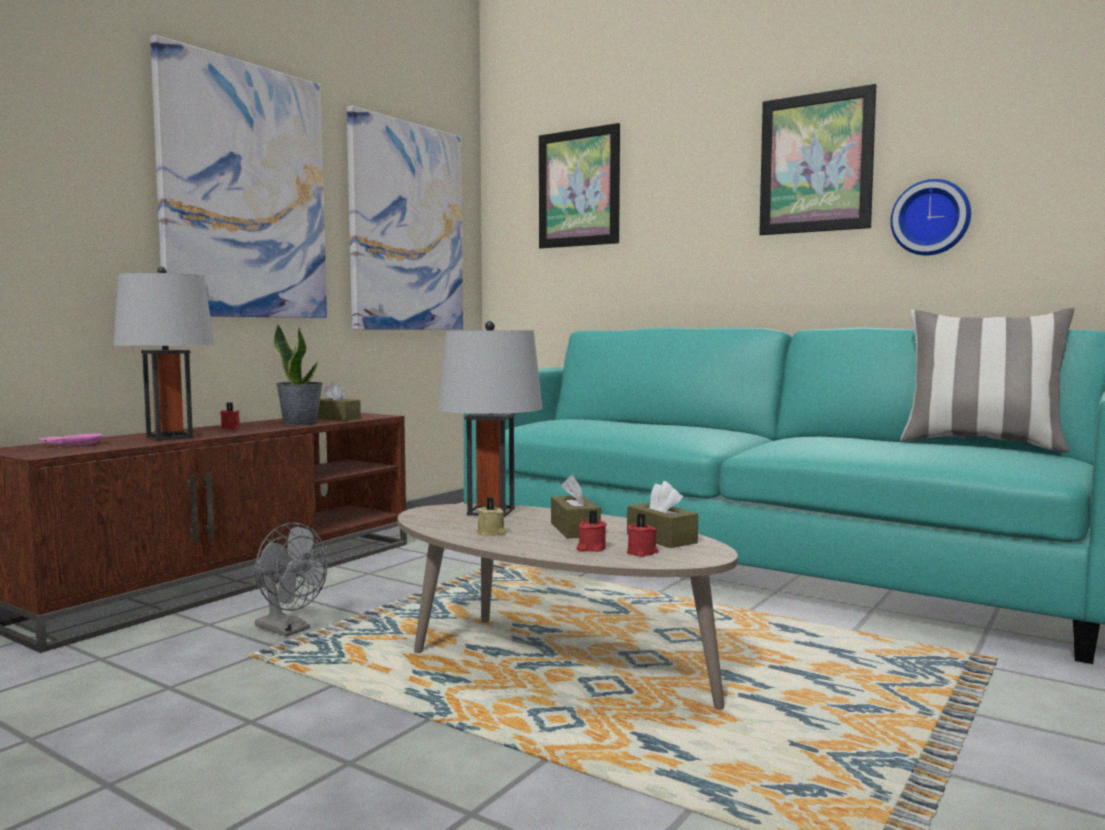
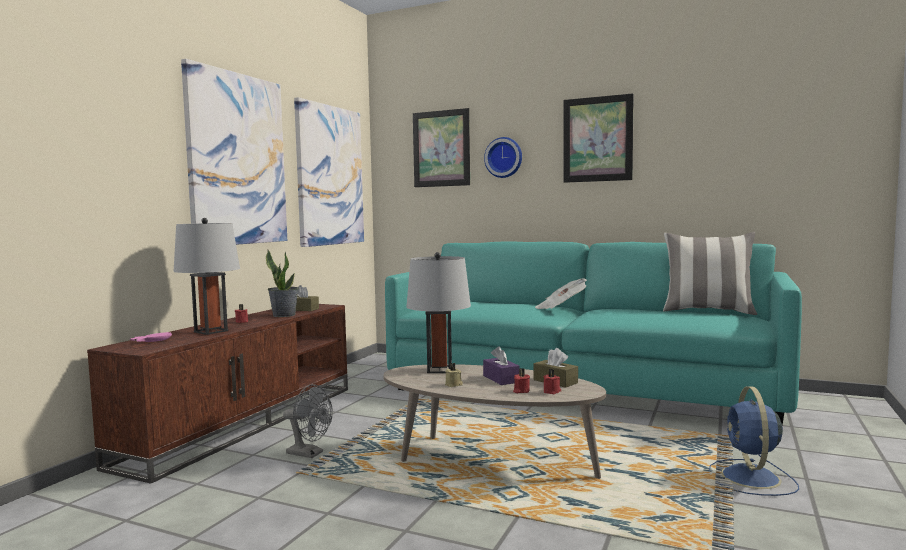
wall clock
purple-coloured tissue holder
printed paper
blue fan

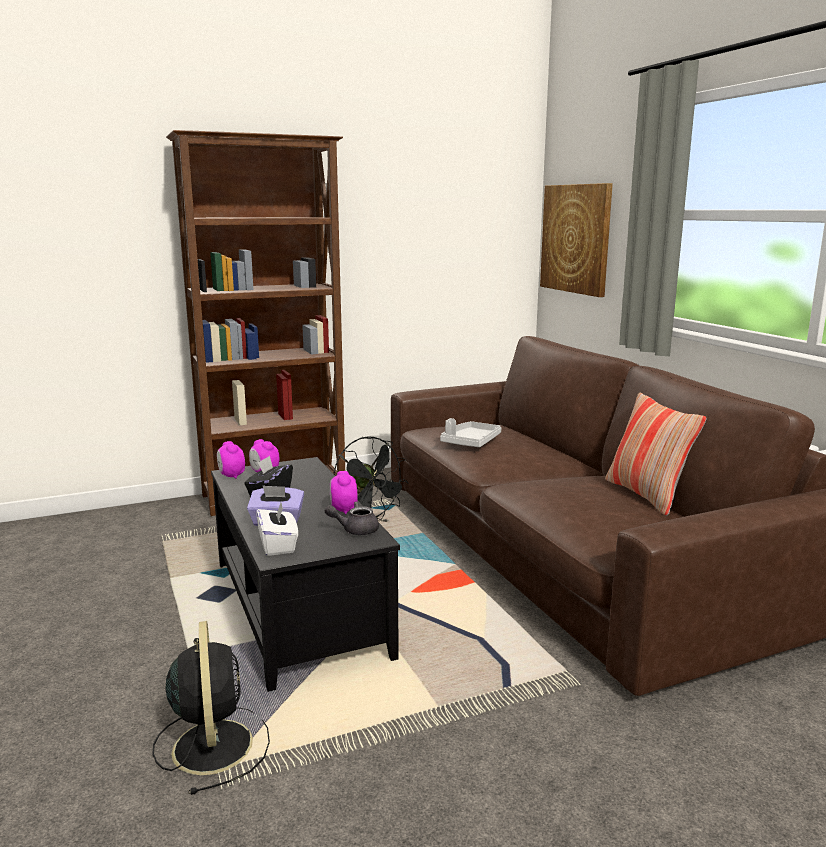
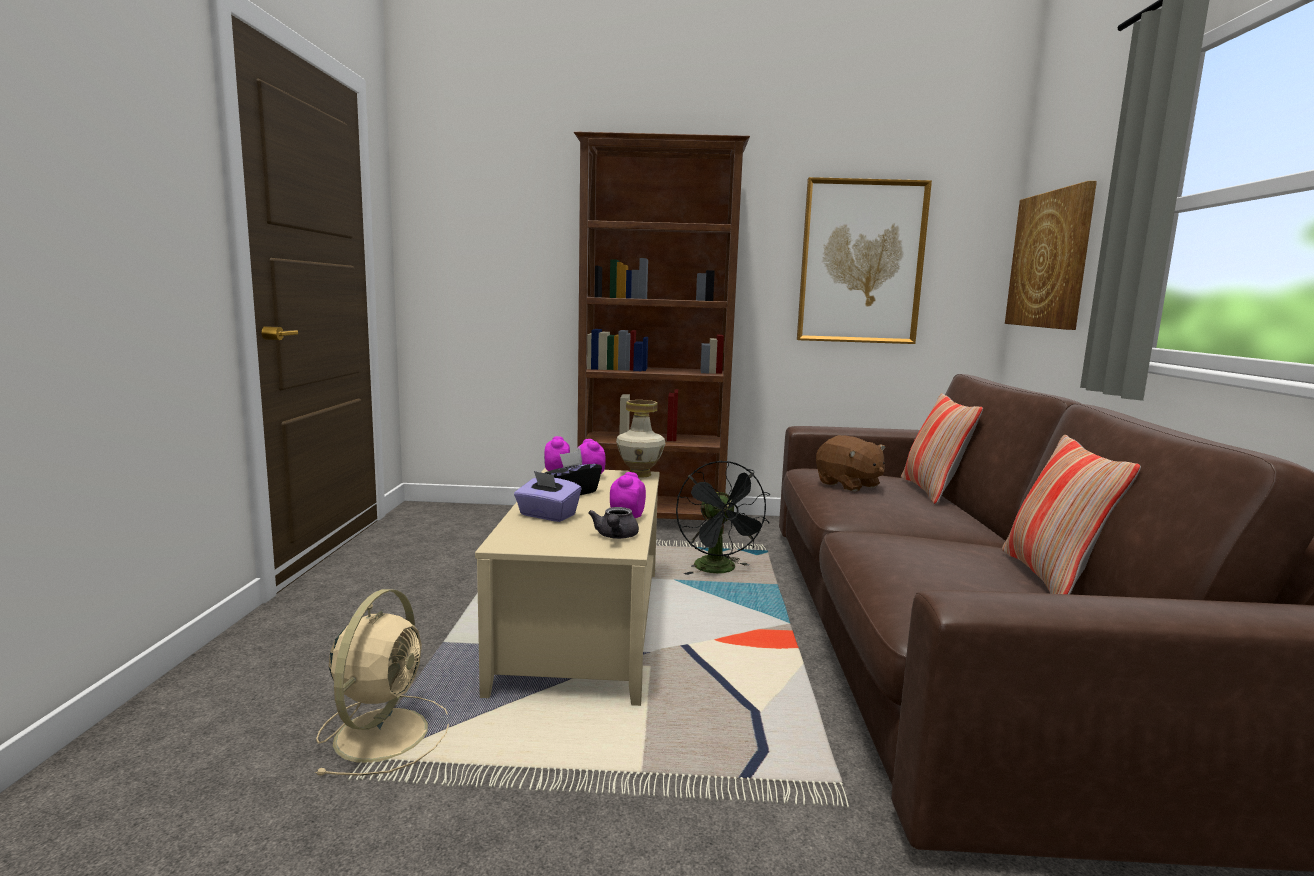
brown-coloured cuddly toy
beige low table
greyish teapot
whitish tissue holder
beige fan
picture (no. 1 from left)
pillow (no. 1 from left)
flower vase

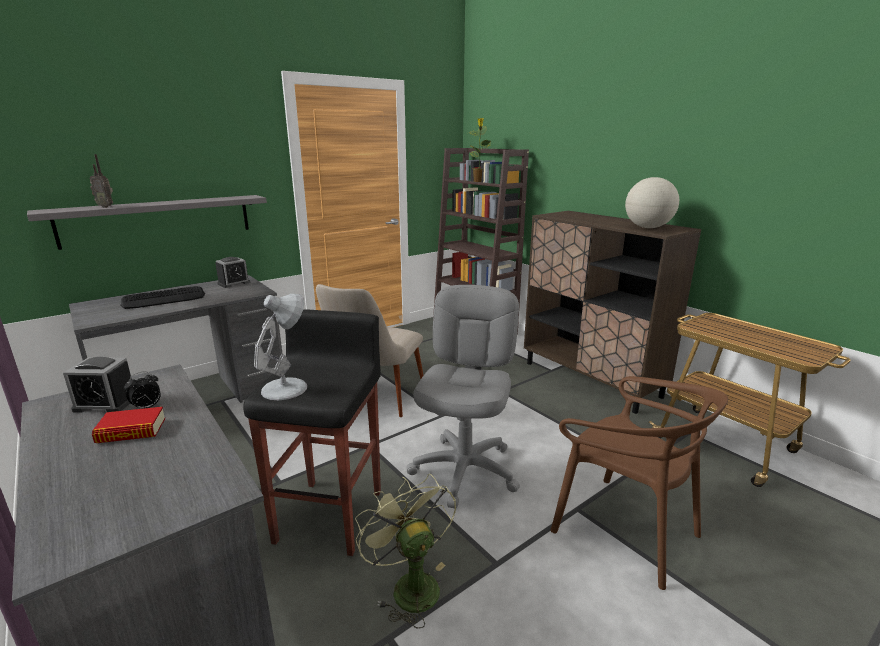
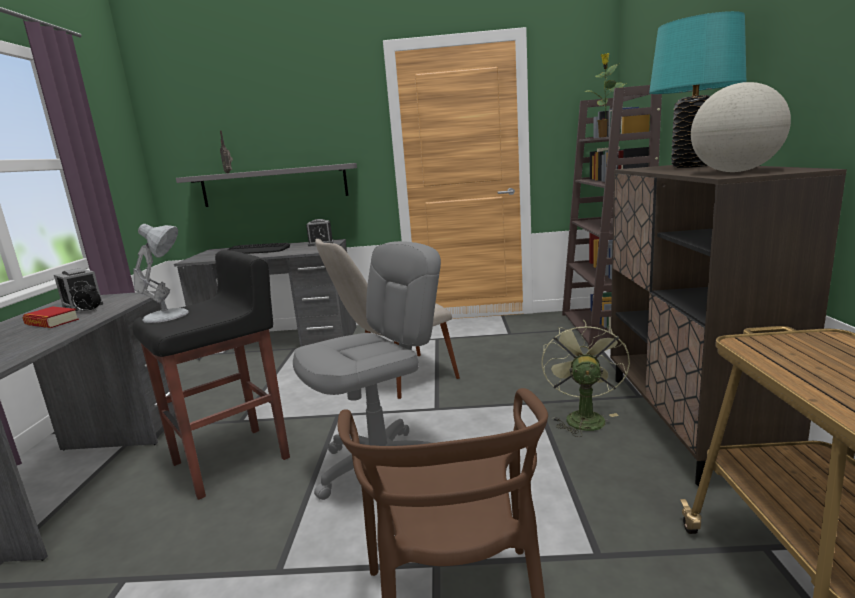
green fan
turquoise table lamp

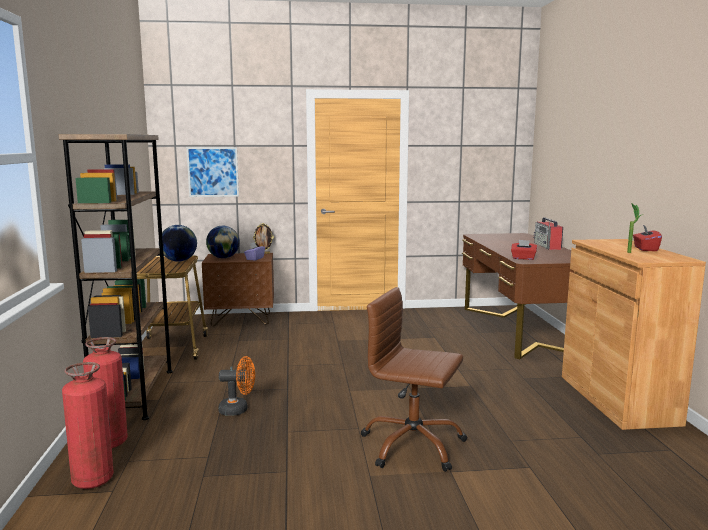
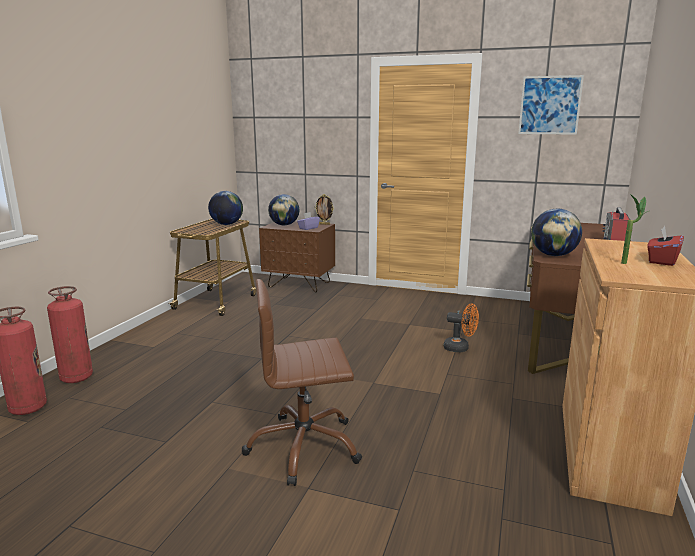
brown-coloured shelving unit
picture
desk globe (no. 3 from left)
brown-coloured desk chair
orange-coloured fan

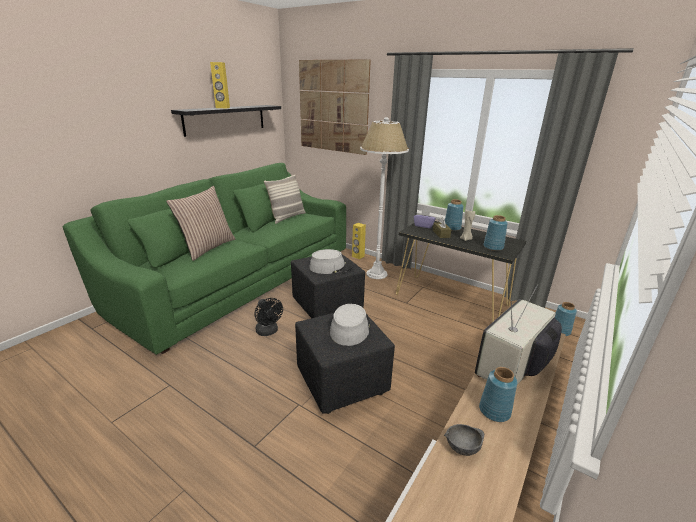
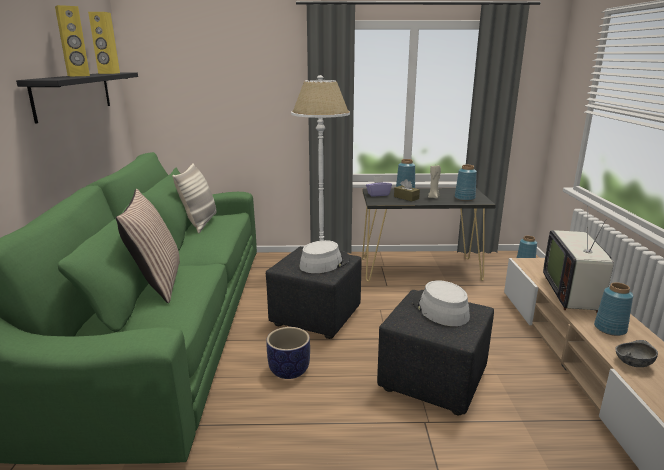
picture
yellowish speaker (no. 2 from left)
planter

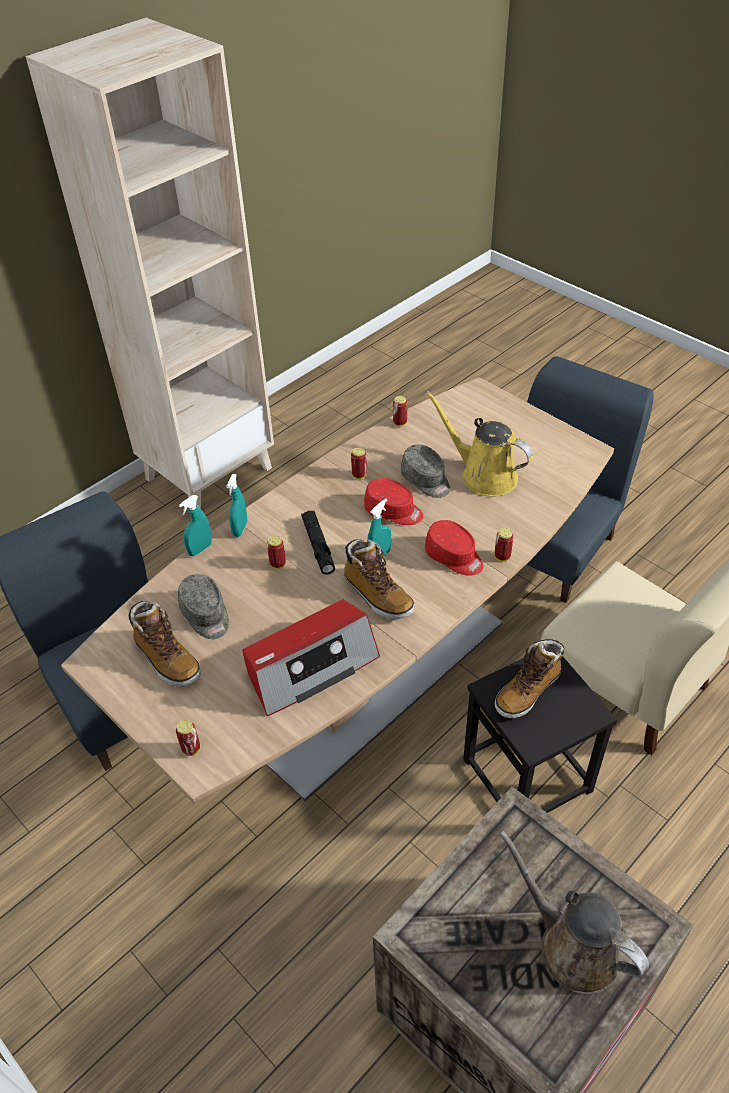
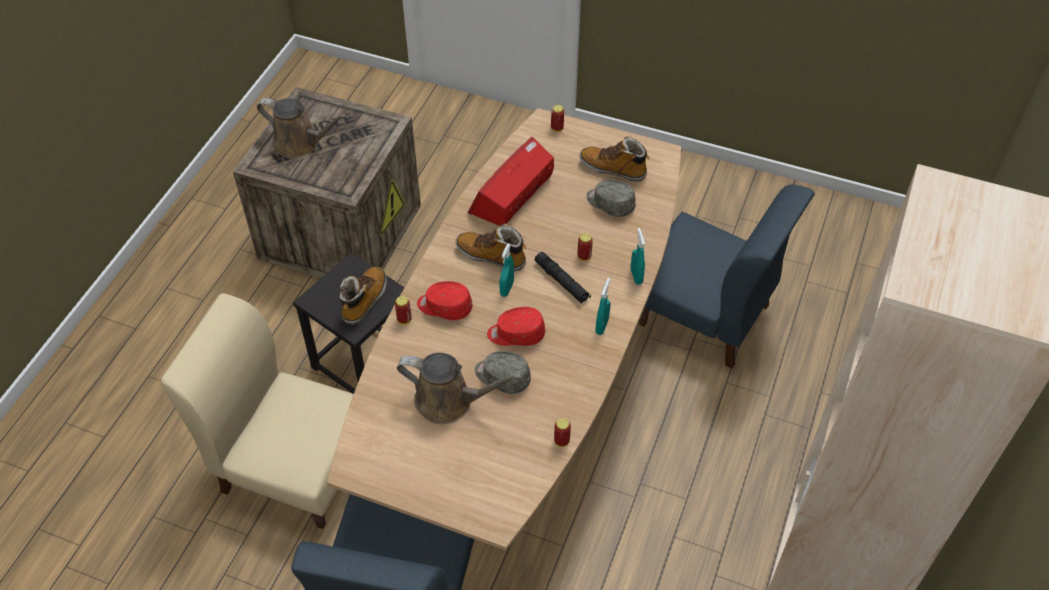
brown-coloured watering can (no. 2 from left)
can (no. 3 from left in the first image)
turquoise hand sprayer (no. 2 from left)

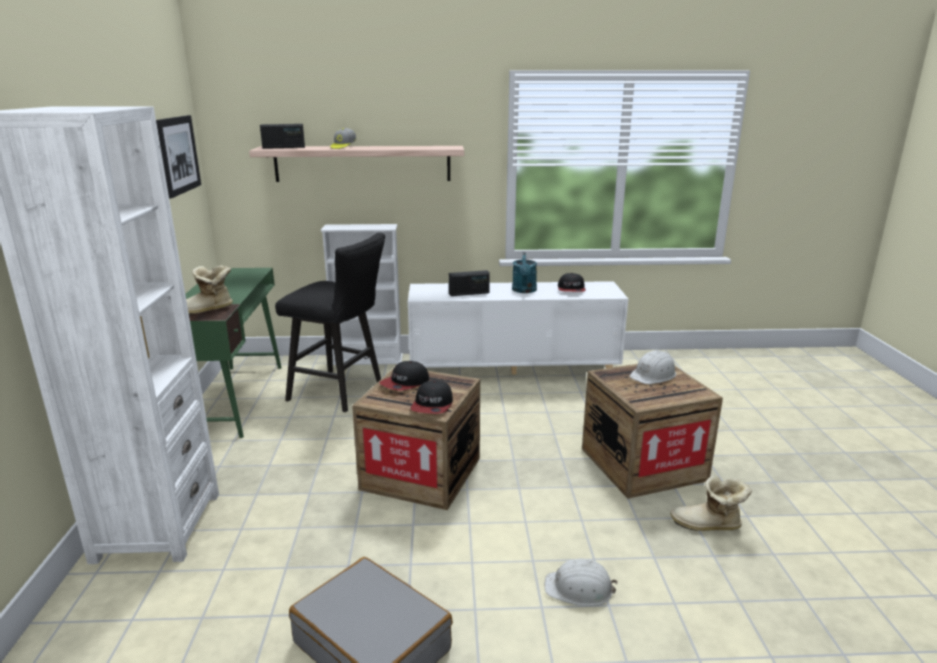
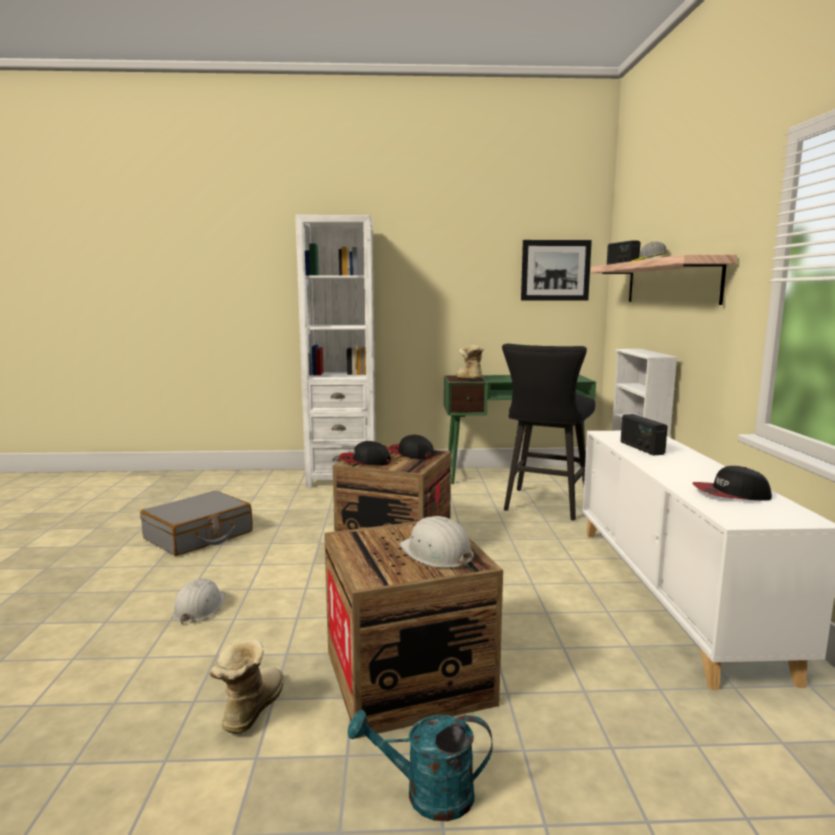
turquoise watering can

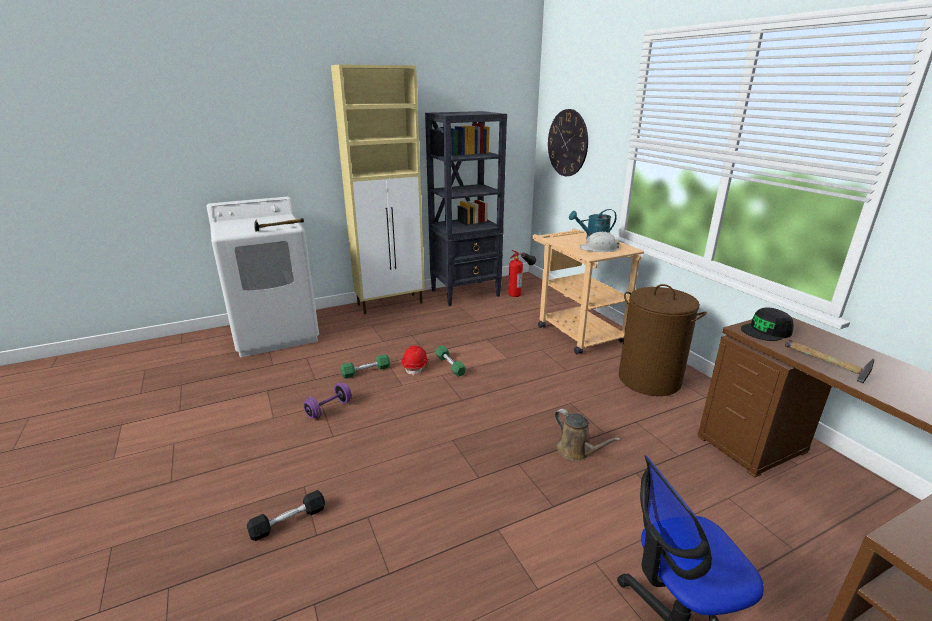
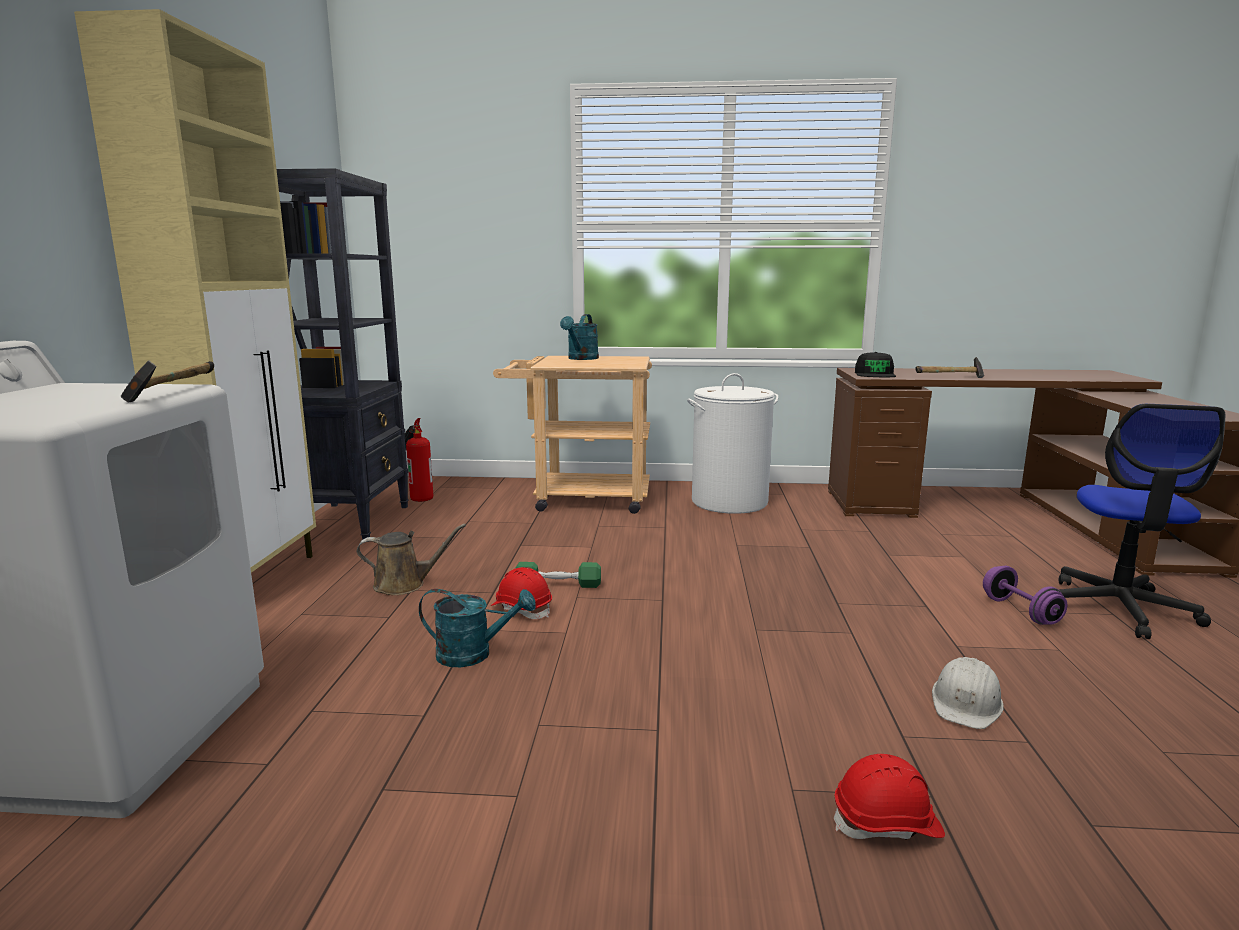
wall clock
whitish hard hat
whitish hamper
turquoise watering can (no. 1 from left)
purple-coloured free weight
brown-coloured watering can
red hard hat (no. 2 from left)

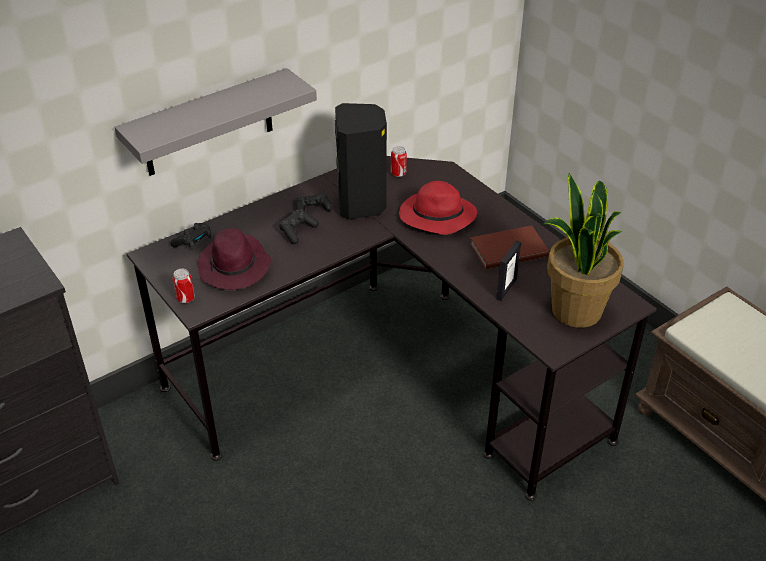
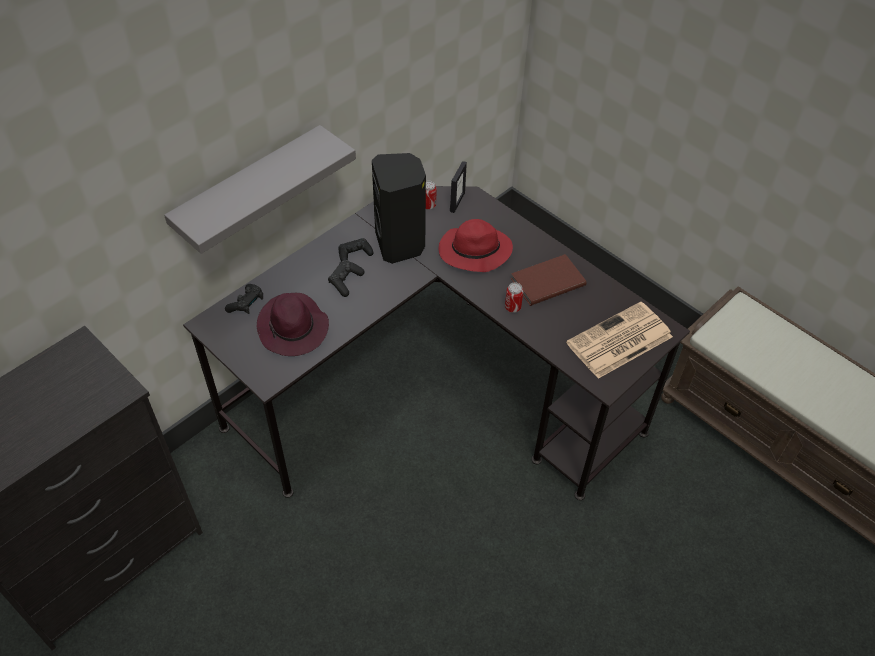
printed paper
picture frame
can (no. 2 from left)

